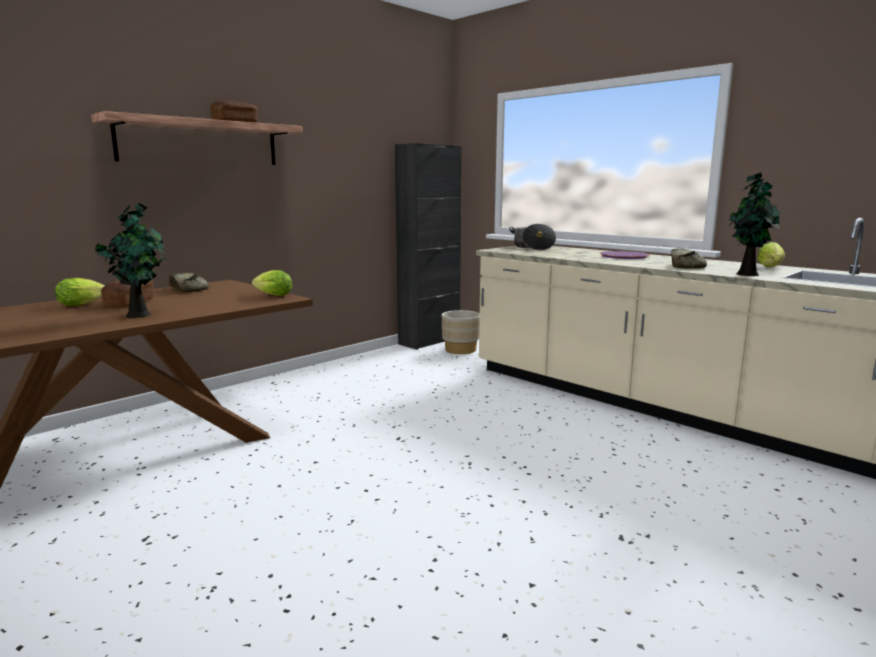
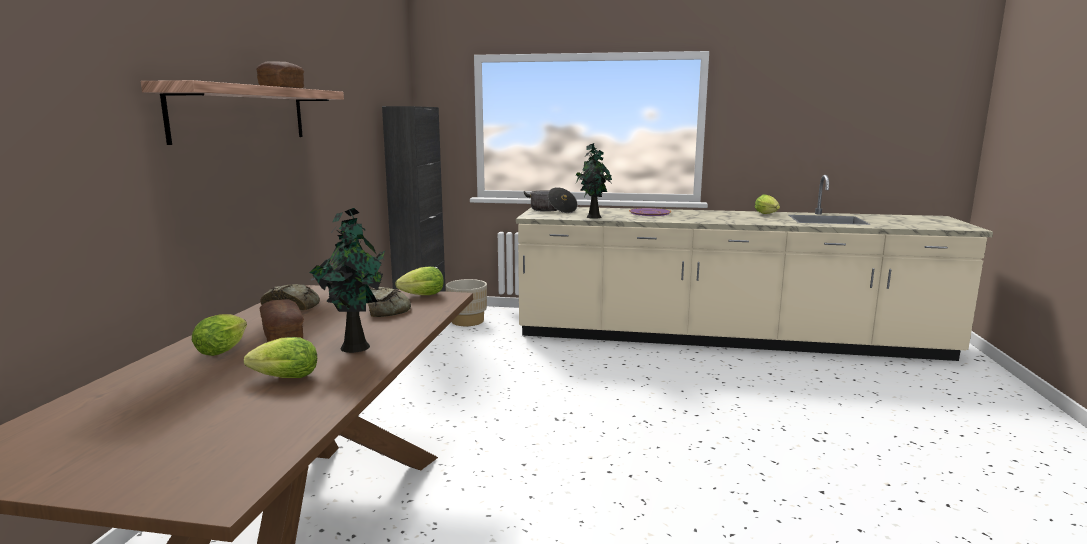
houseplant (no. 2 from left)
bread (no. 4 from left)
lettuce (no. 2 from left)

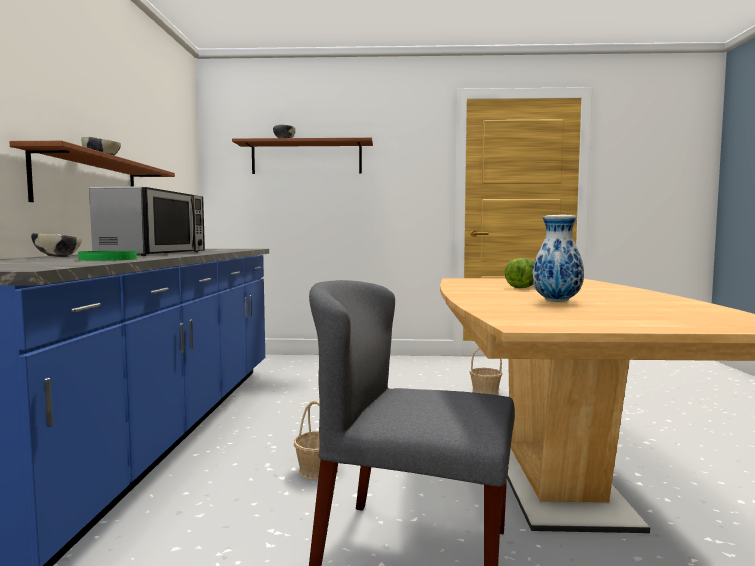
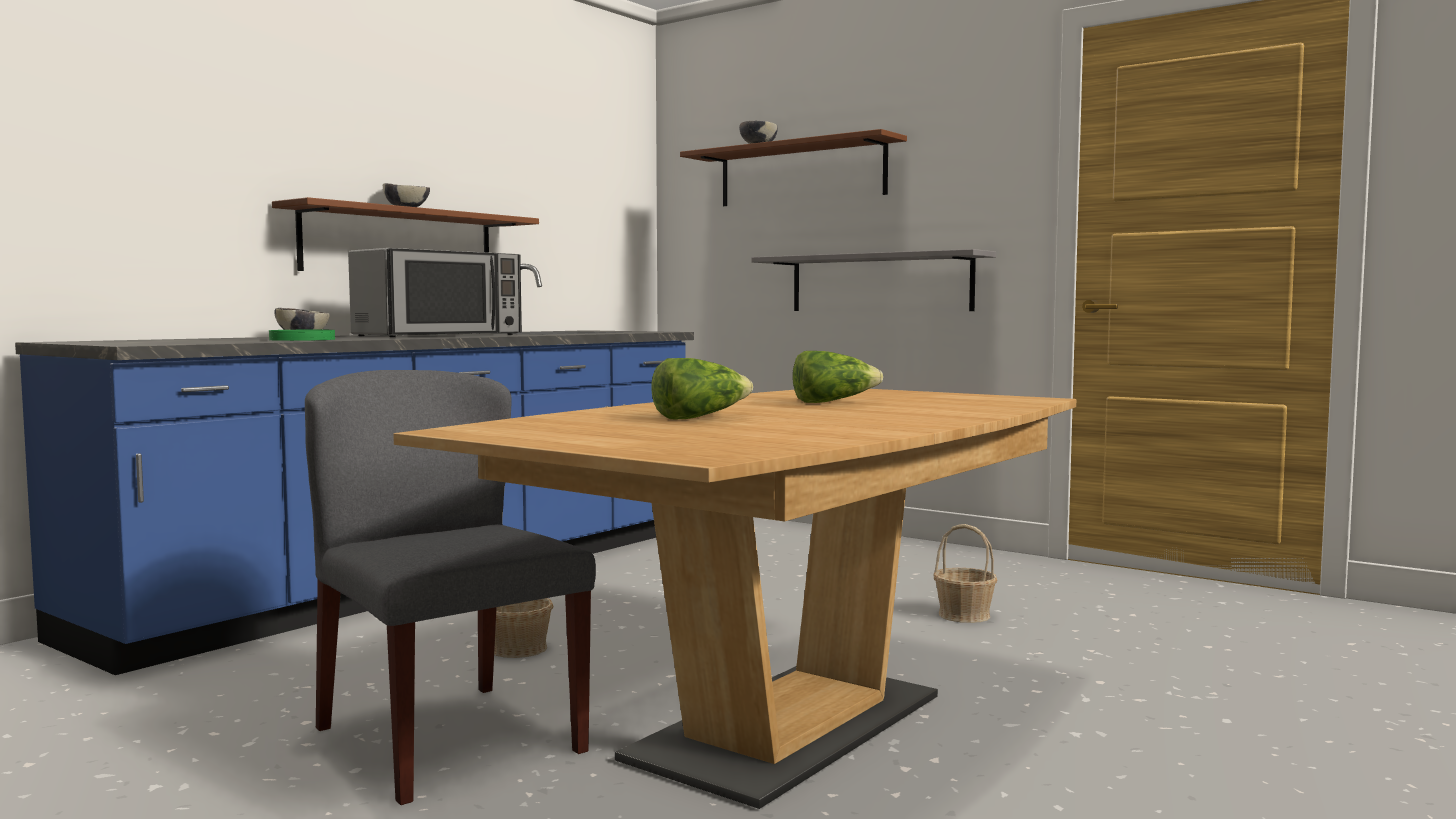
lettuce (no. 1 from left)
greyish shelf

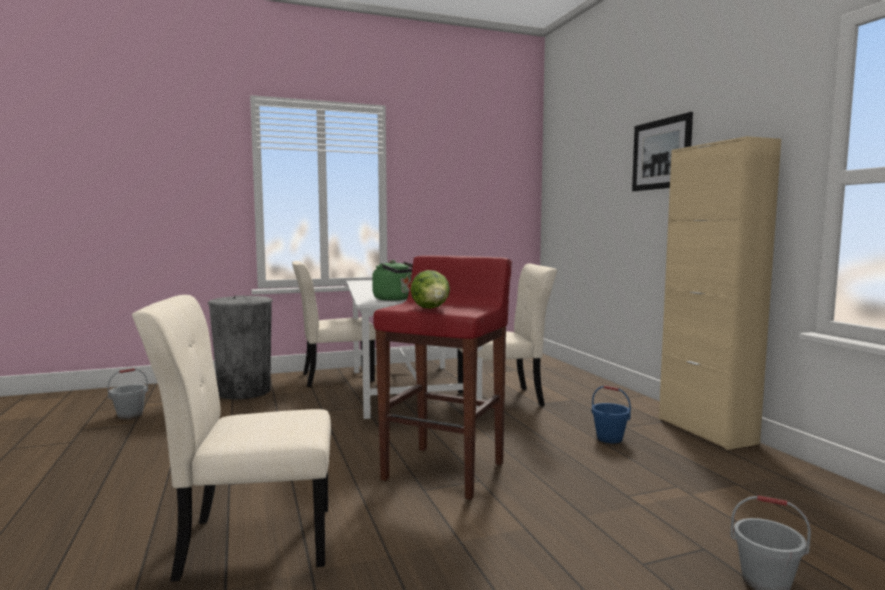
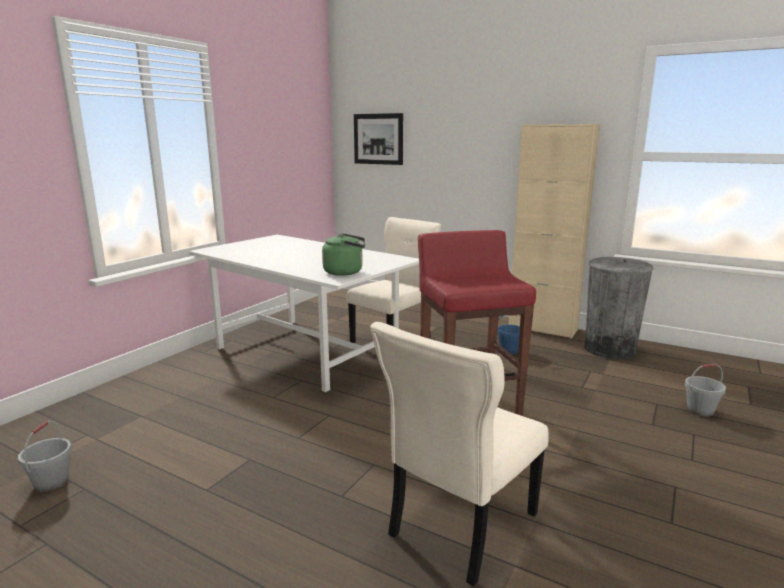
picture
beige chair (no. 2 from left in the first image)
lettuce
greyish waste bin

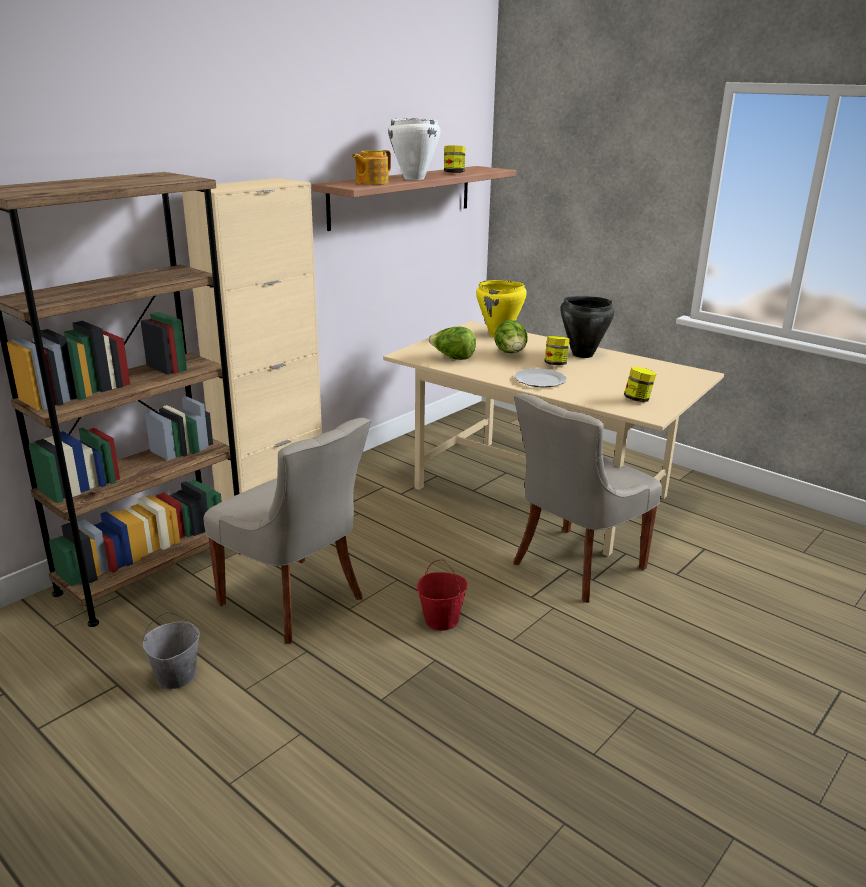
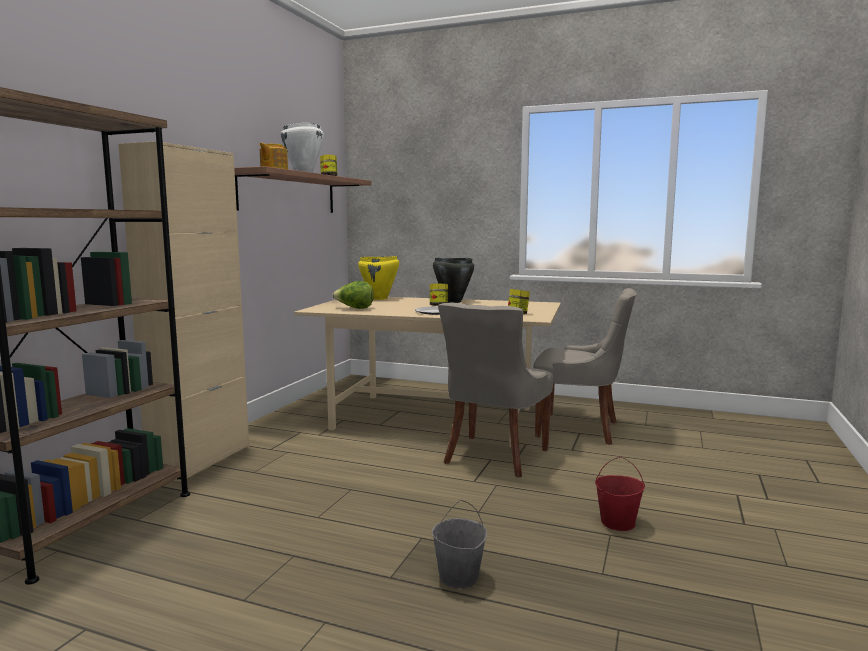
lettuce (no. 2 from left in the first image)
greyish chair (no. 2 from left)
red water bucket
greyish water bucket

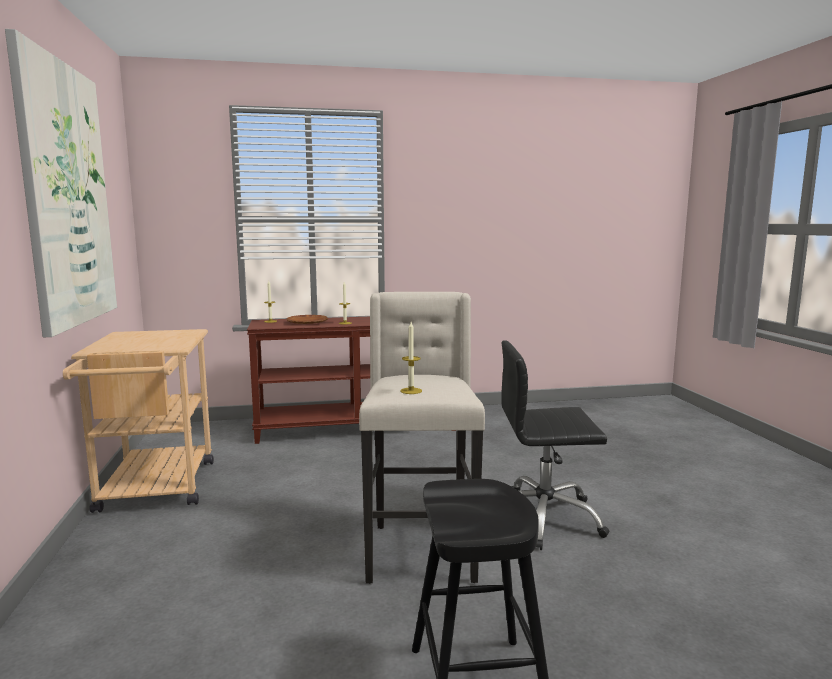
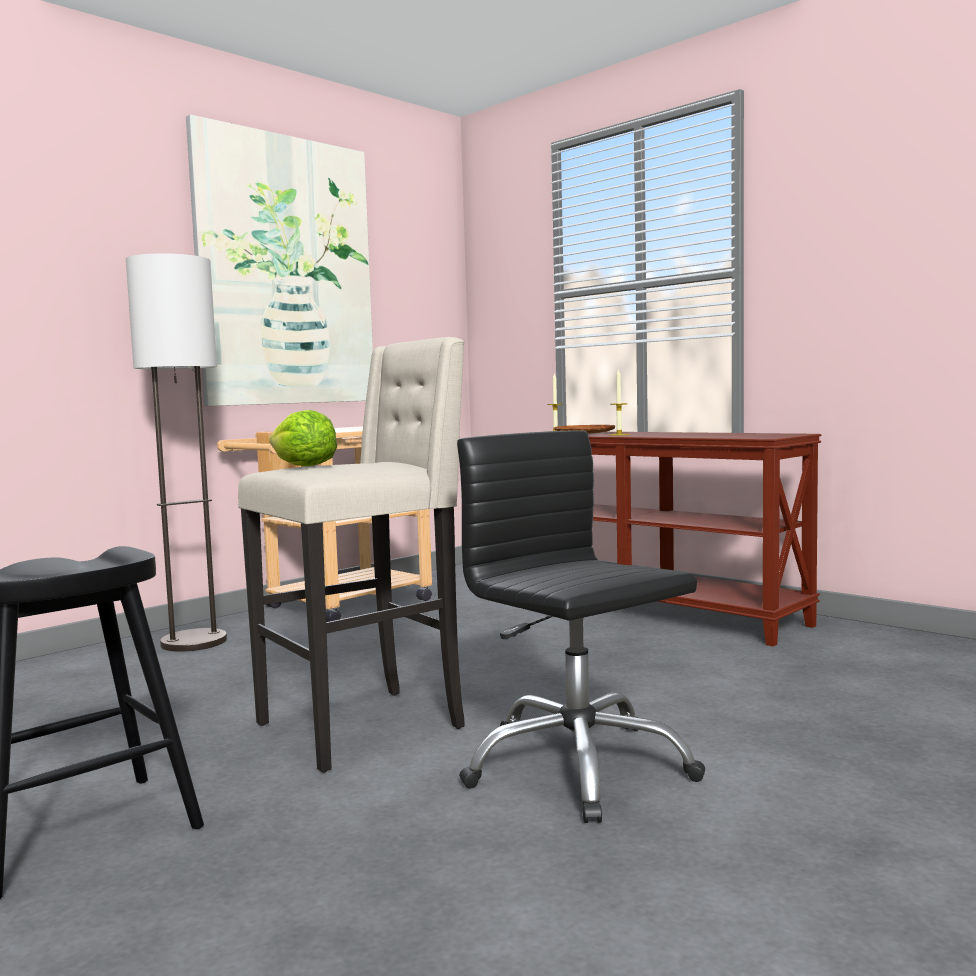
lettuce
standard lamp

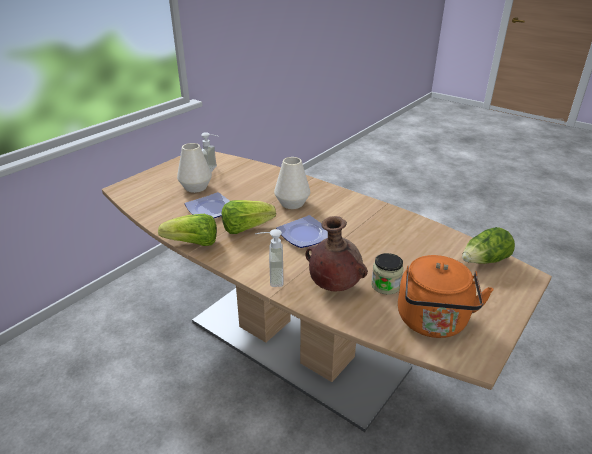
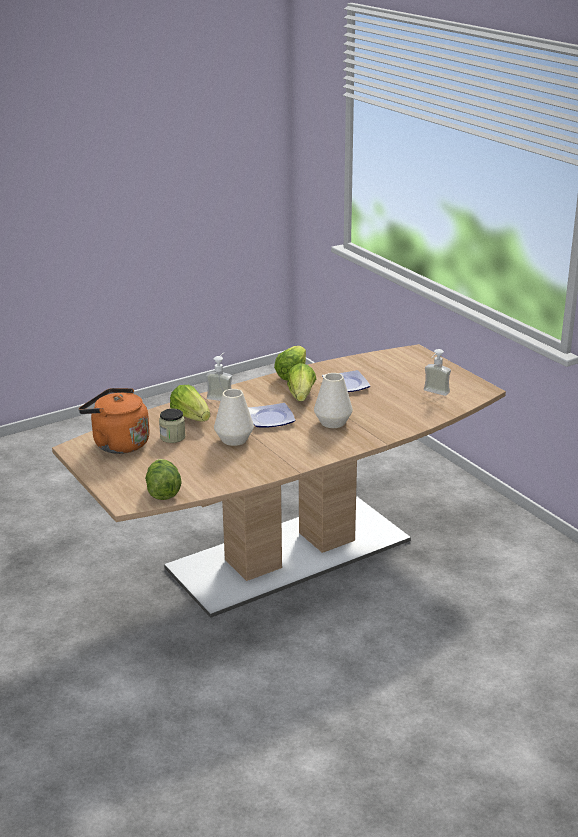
whitish flower vase (no. 1 from left)
lettuce (no. 2 from left)

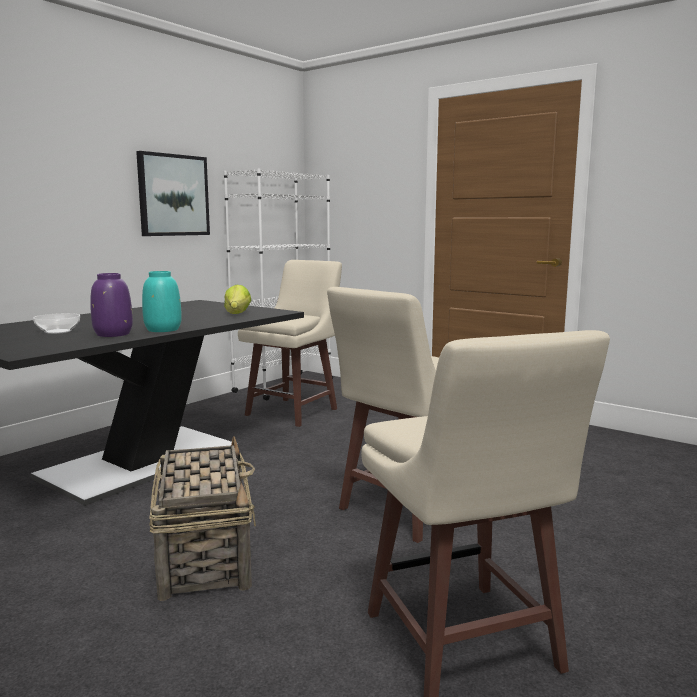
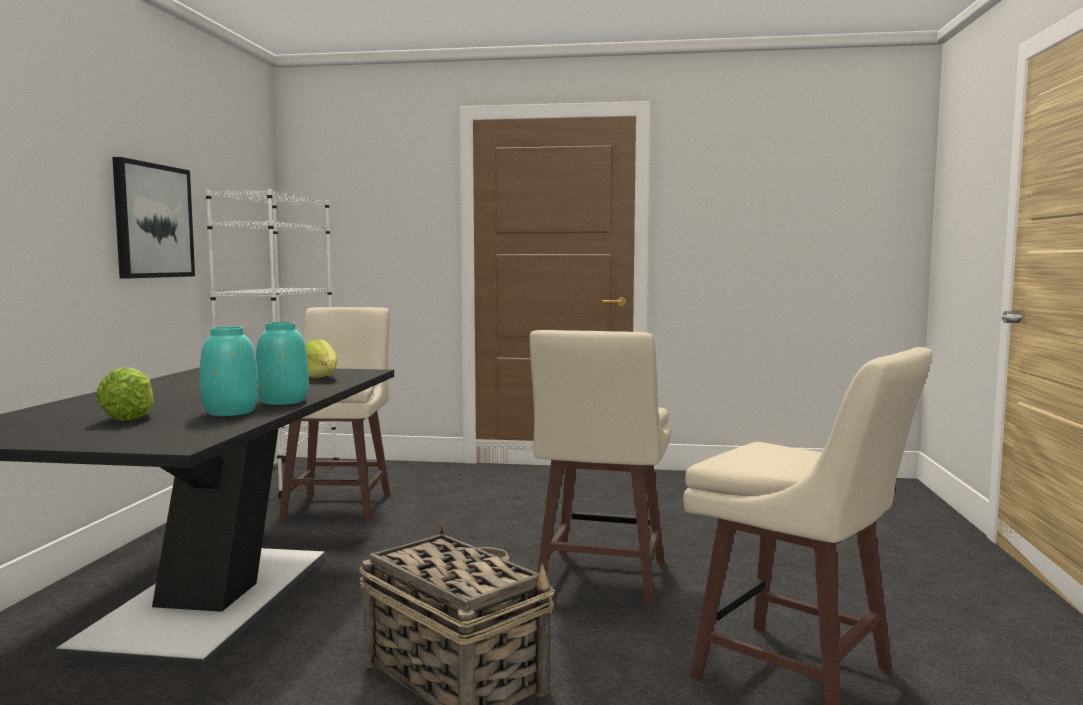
turquoise flower vase (no. 1 from left)
lettuce (no. 1 from left)

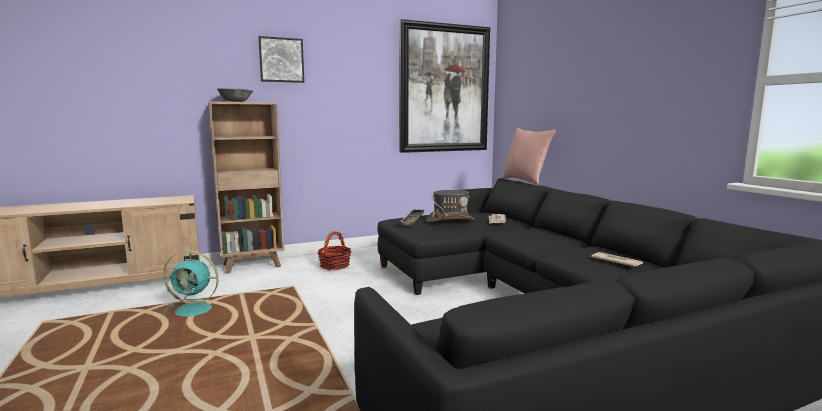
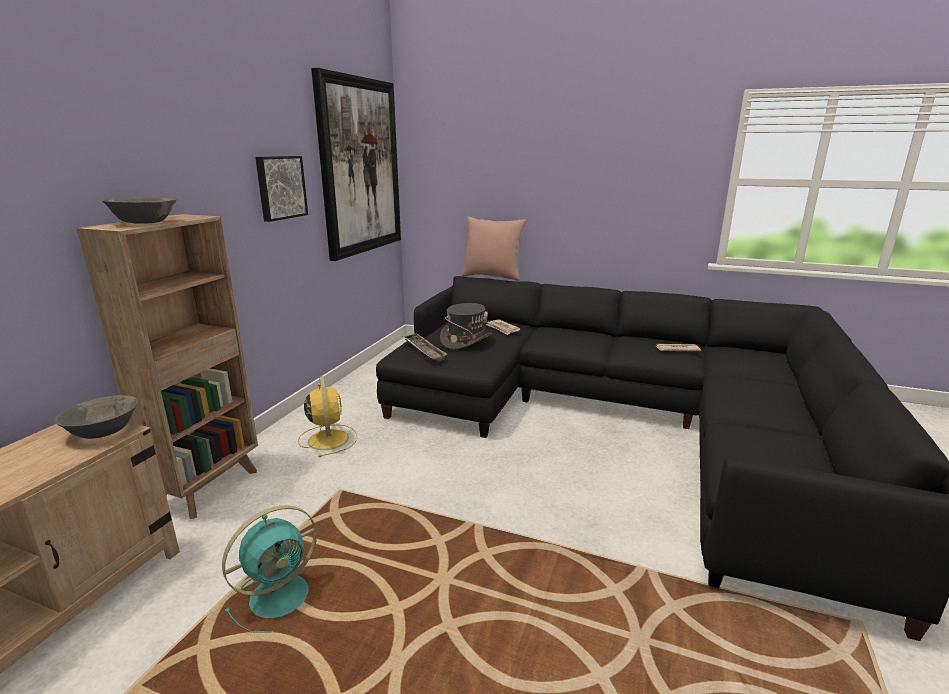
picture (no. 1 from left)
yellowish fan
greyish deep dish (no. 1 from left)

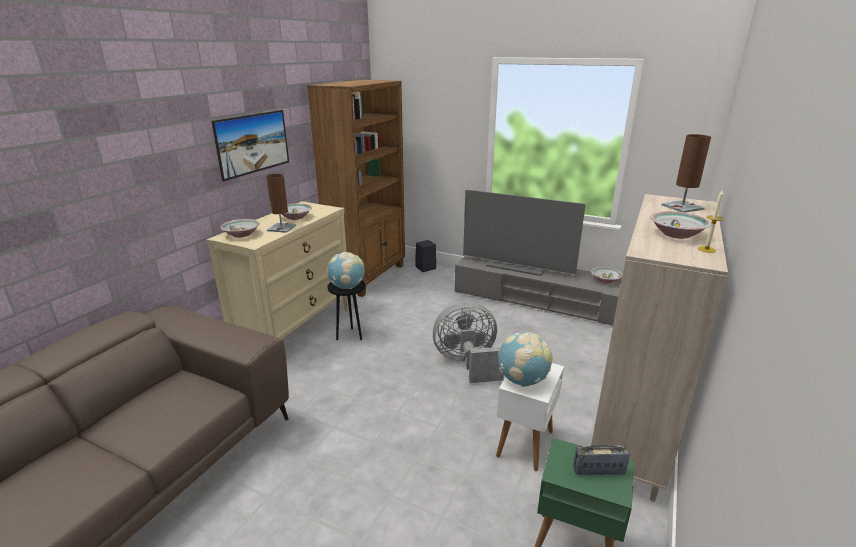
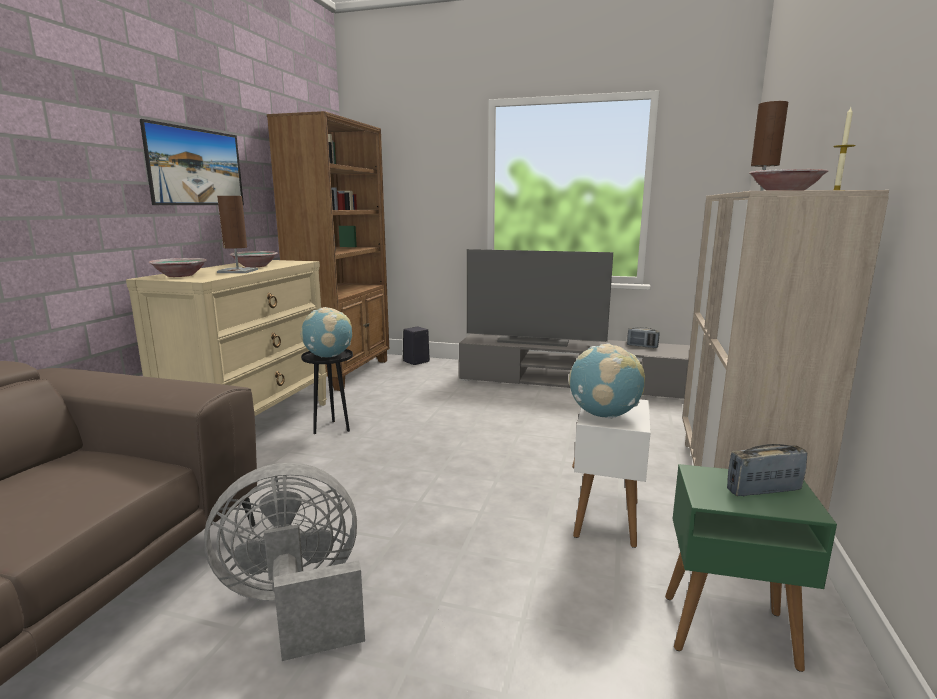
radio set (no. 1 from left)
greyish fan

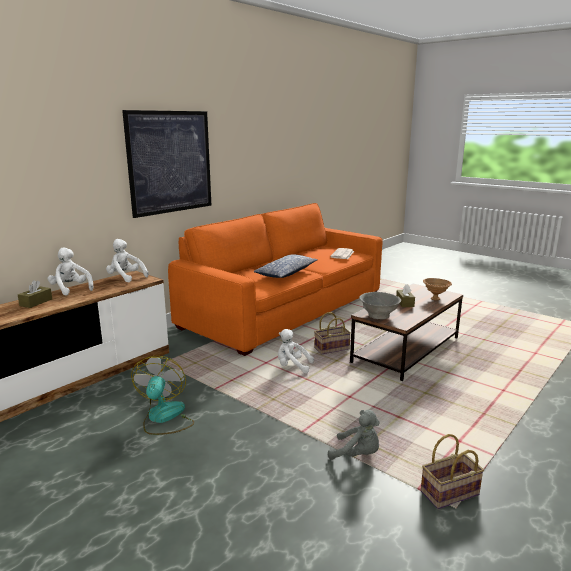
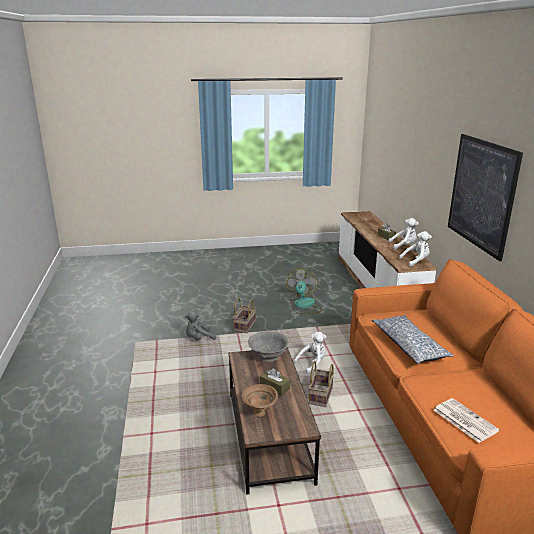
fan
storage basket (no. 1 from left)

